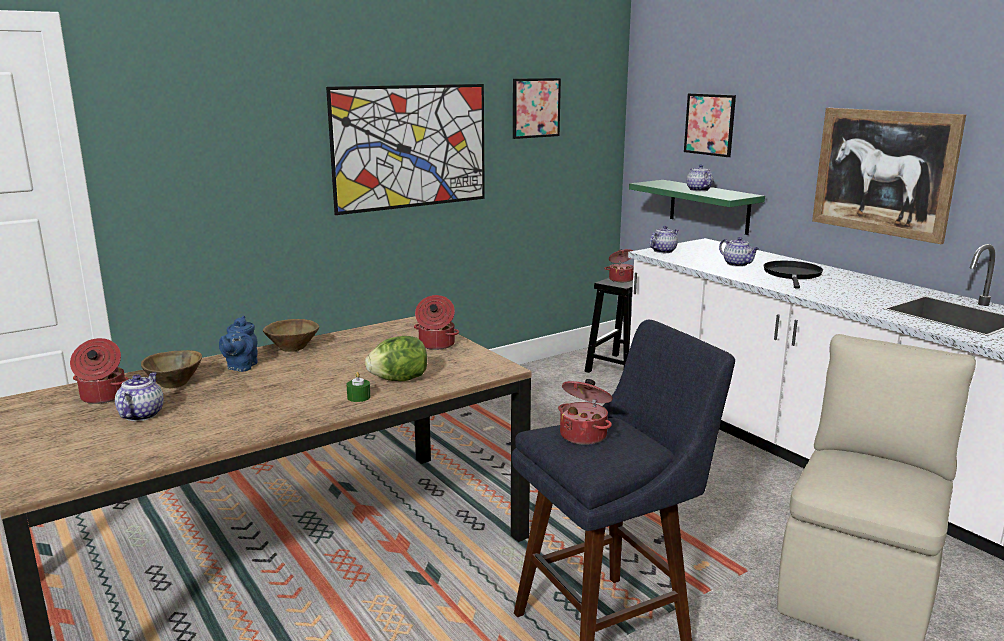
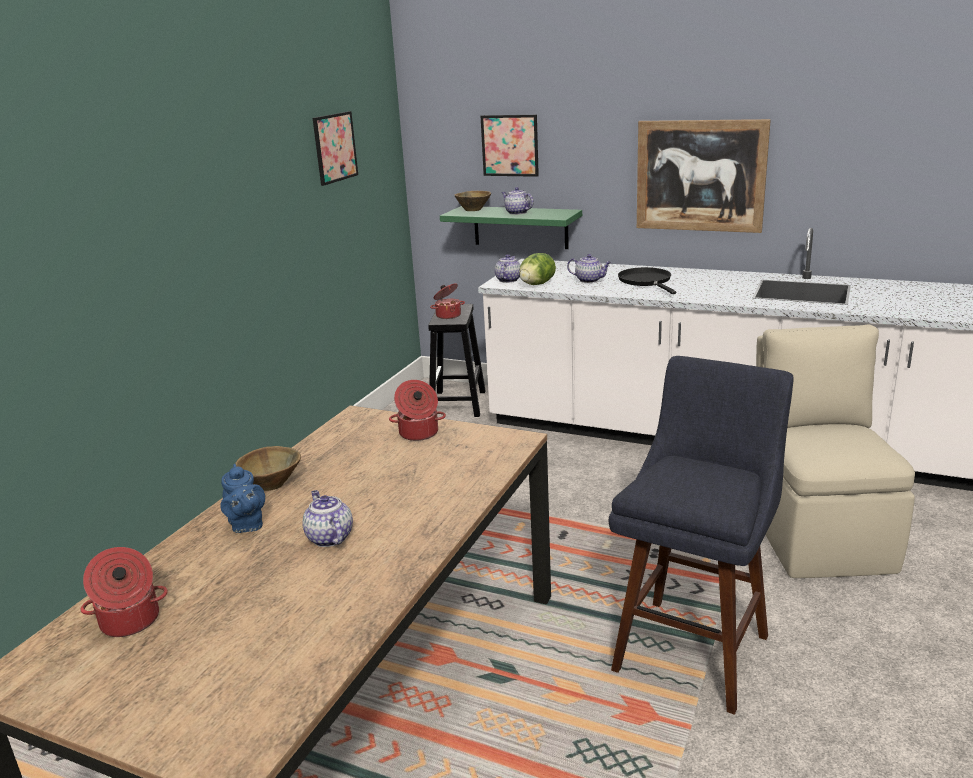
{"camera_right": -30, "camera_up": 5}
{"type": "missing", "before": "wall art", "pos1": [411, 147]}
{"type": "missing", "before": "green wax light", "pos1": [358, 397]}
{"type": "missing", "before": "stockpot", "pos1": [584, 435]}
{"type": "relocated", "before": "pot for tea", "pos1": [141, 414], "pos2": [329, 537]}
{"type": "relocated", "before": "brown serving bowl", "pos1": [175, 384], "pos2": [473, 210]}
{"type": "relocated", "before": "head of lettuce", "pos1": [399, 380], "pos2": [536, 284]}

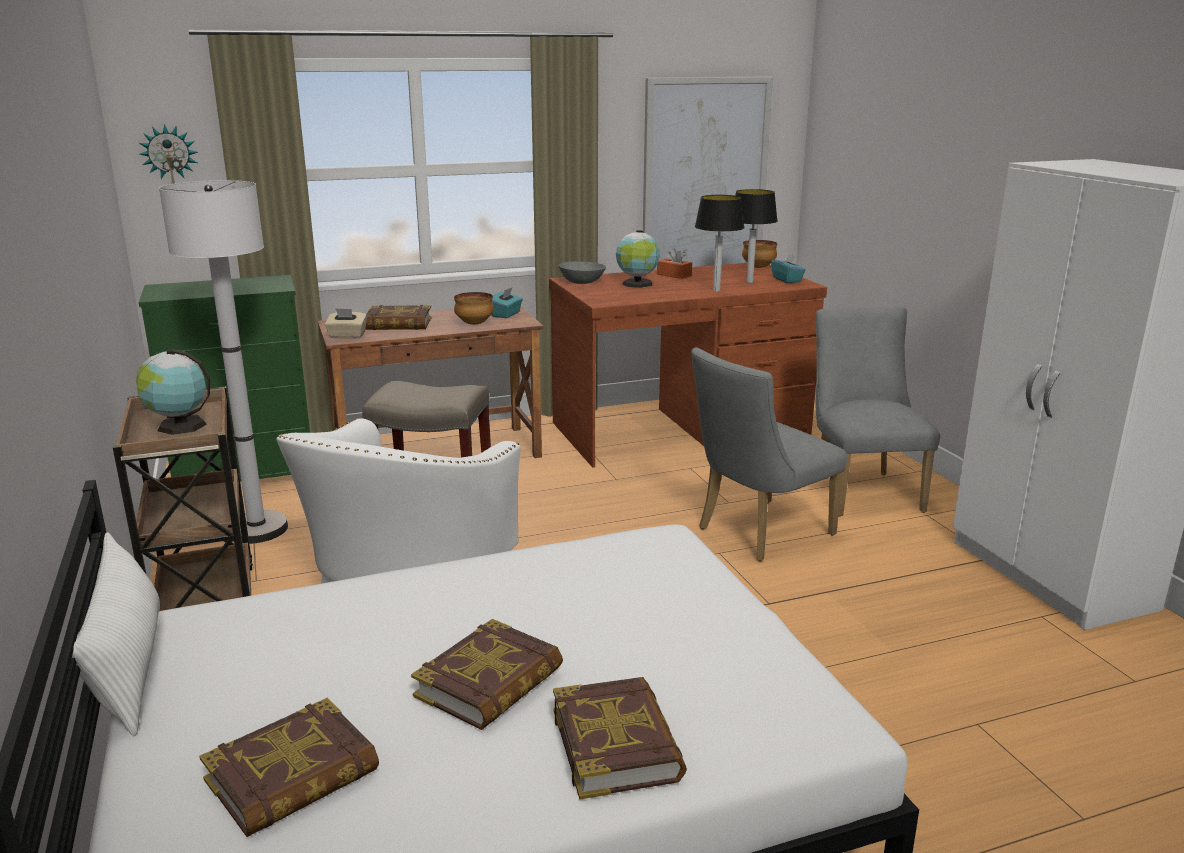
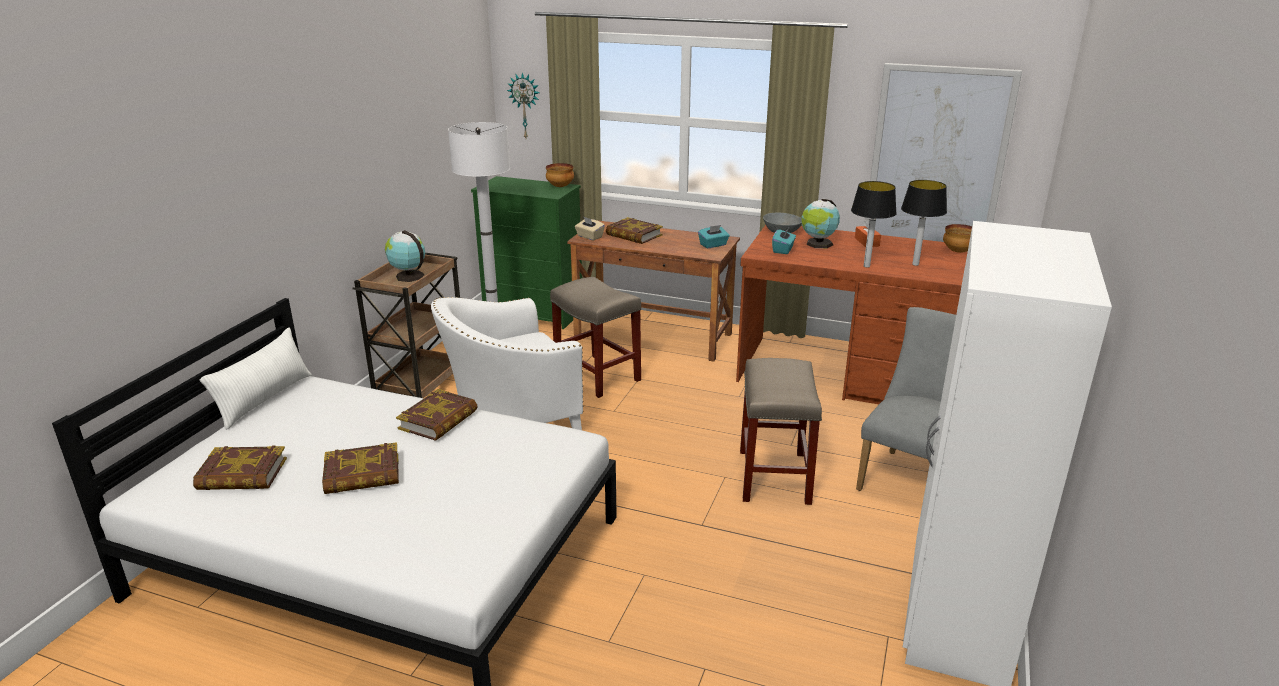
{"camera_right": 40, "camera_up": 5}
{"type": "relocated", "before": "serving bowl", "pos1": [474, 324], "pos2": [560, 186]}
{"type": "relocated", "before": "volume", "pos1": [617, 744], "pos2": [438, 420]}
{"type": "relocated", "before": "blue-green tissue box", "pos1": [787, 280], "pos2": [783, 250]}
{"type": "exchanged", "before": "greyish plain chair", "after": "beige stool seat", "pos1": [757, 533], "pos2": [773, 475]}

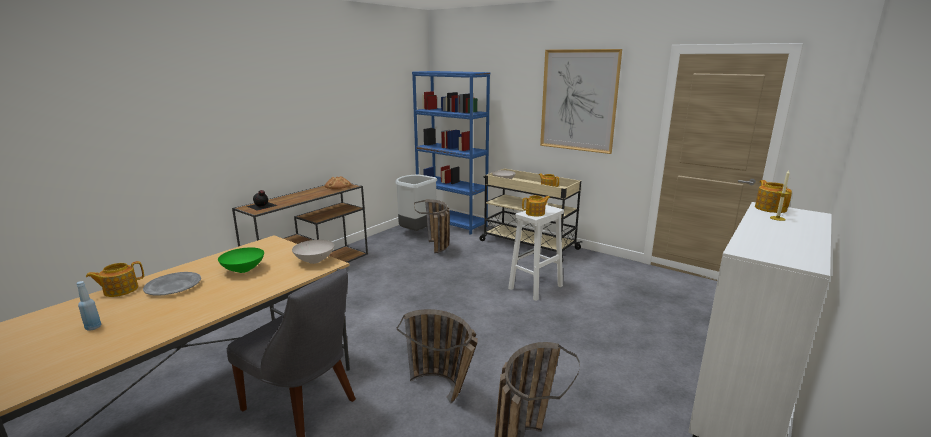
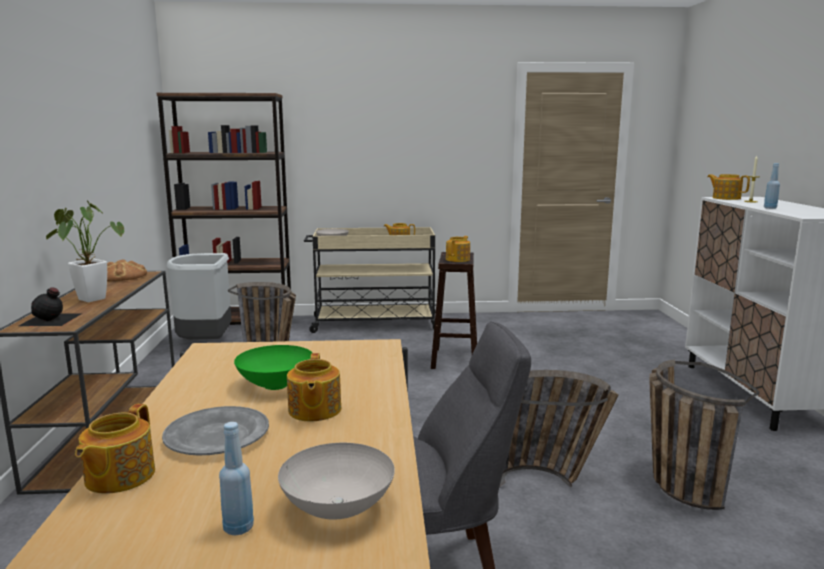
{"camera_right": -40, "camera_up": -5}
{"type": "missing", "before": "wall art", "pos1": [578, 100]}
{"type": "appeared", "after": "houseplant", "pos2": [89, 298]}
{"type": "appeared", "after": "pot for tea", "pos2": [314, 410]}
{"type": "appeared", "after": "bluish drink bottle", "pos2": [770, 208]}
{"type": "relocated", "before": "white serving bowl", "pos1": [315, 260], "pos2": [337, 508]}
{"type": "colour", "before": "bluish bookcase", "after": "brown bookcase", "pos1": [452, 223], "pos2": [238, 324]}
{"type": "colour", "before": "white stool seat", "after": "brown stool seat", "pos1": [535, 287], "pos2": [455, 359]}

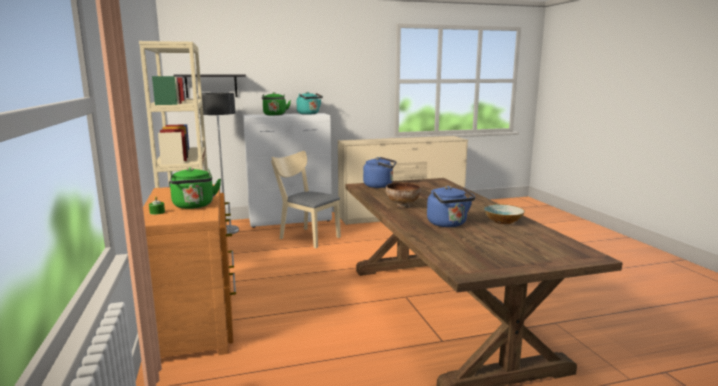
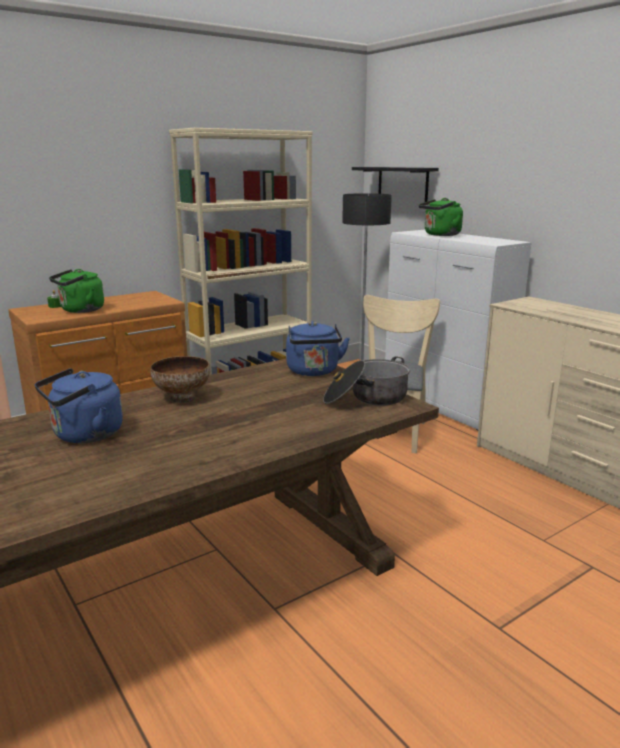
{"camera_right": 70, "camera_up": 5}
{"type": "missing", "before": "blue-green tea kettle", "pos1": [309, 114]}
{"type": "missing", "before": "serving bowl", "pos1": [503, 221]}
{"type": "appeared", "after": "stockpot", "pos2": [366, 398]}

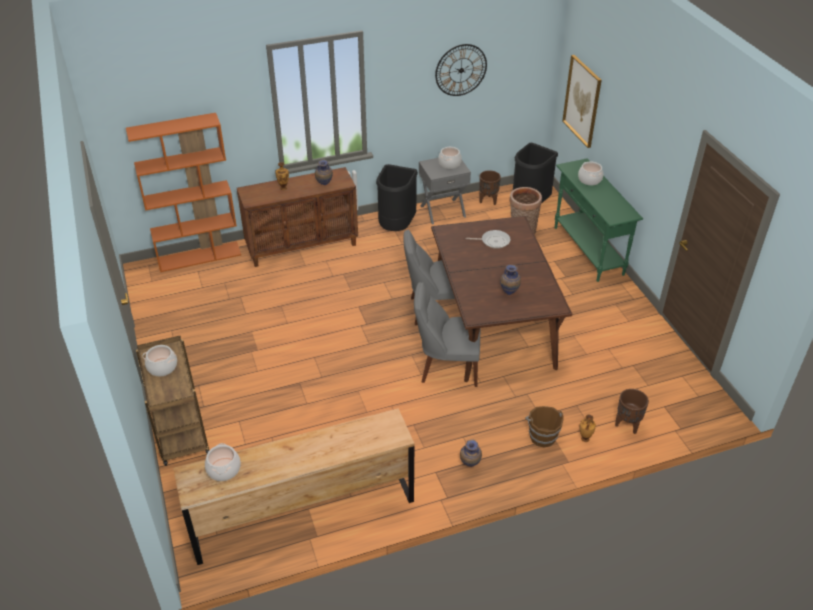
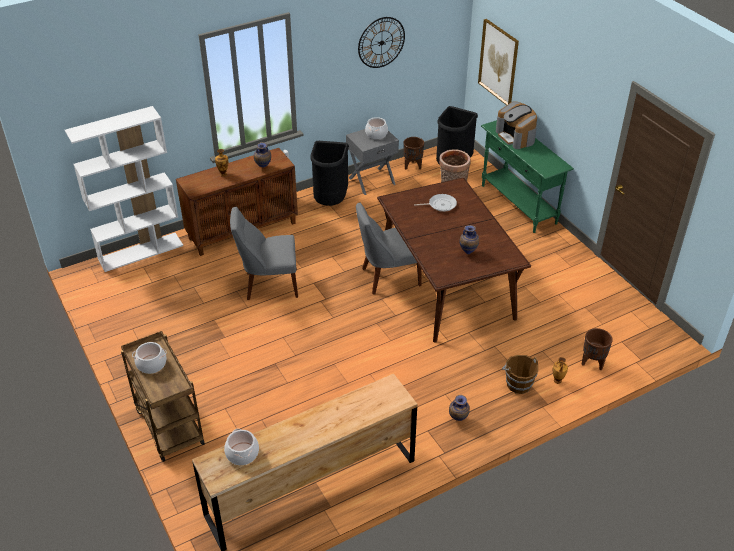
{"camera_right": -10, "camera_up": 0}
{"type": "relocated", "before": "greyish plain chair", "pos1": [446, 367], "pos2": [269, 284]}
{"type": "exchanged", "before": "stockpot", "after": "coffee brewer", "pos1": [590, 180], "pos2": [516, 137]}
{"type": "colour", "before": "orangey bookcase", "after": "white bookcase", "pos1": [199, 256], "pos2": [141, 252]}

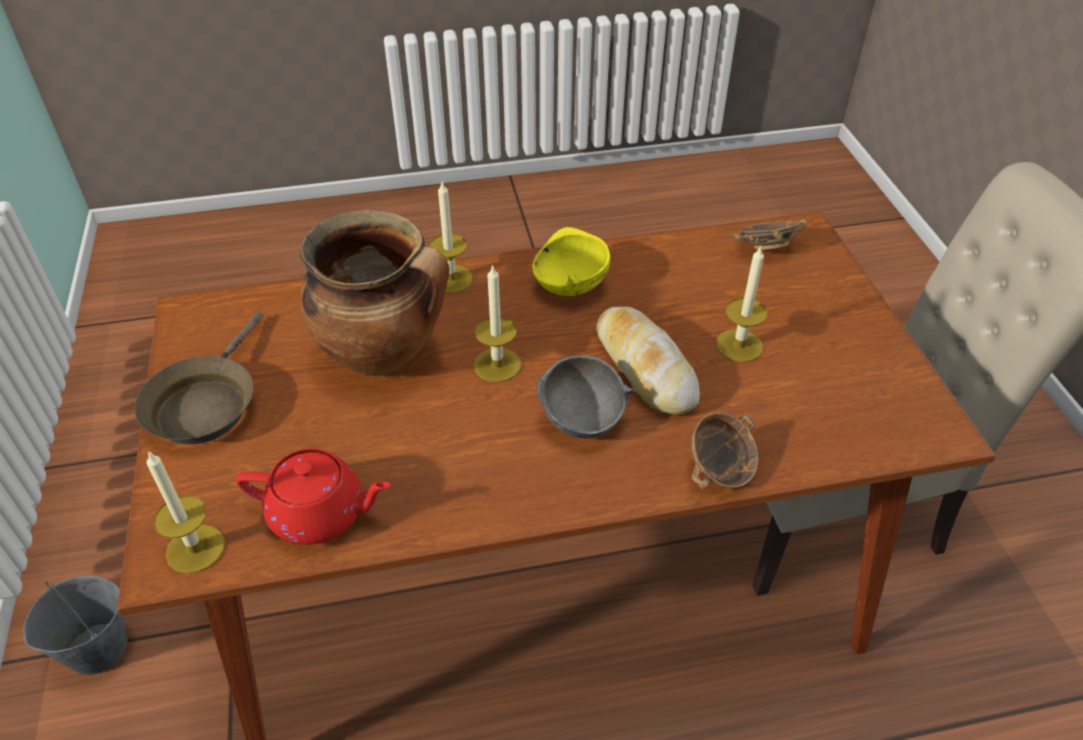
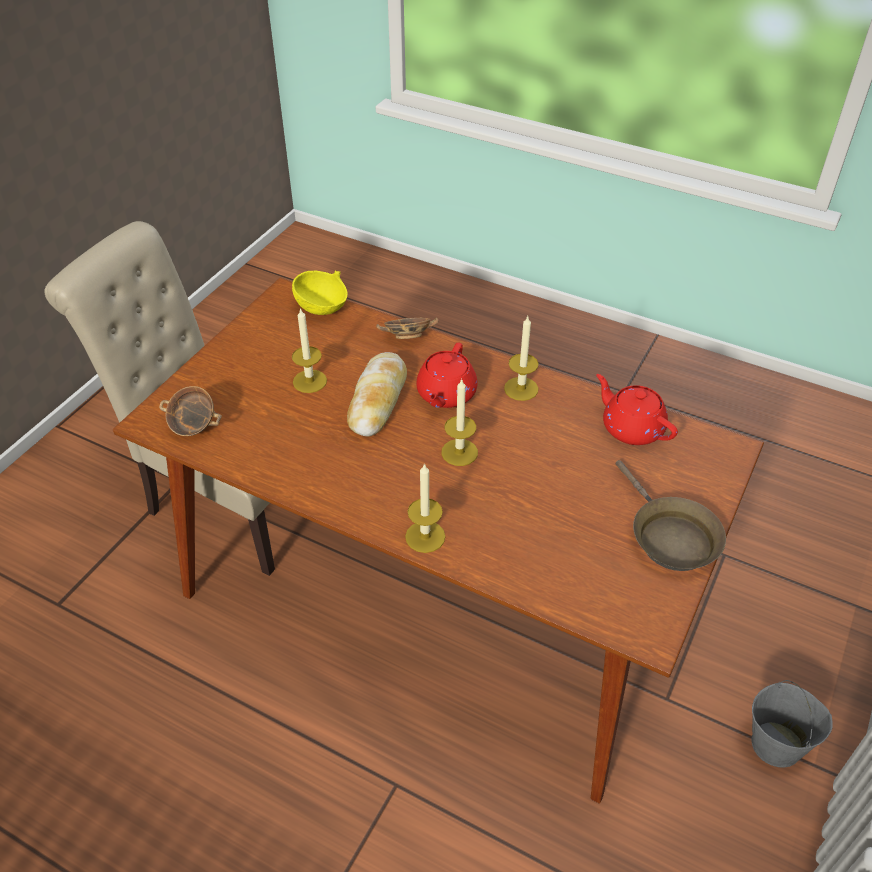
{"camera_right": -140, "camera_up": 0}
{"type": "missing", "before": "stockpot", "pos1": [384, 354]}
{"type": "relocated", "before": "wax light", "pos1": [195, 549], "pos2": [521, 389]}
{"type": "relocated", "before": "yellowish serving bowl", "pos1": [569, 285], "pos2": [322, 308]}
{"type": "exchanged", "before": "greyish serving bowl", "after": "red pot for tea", "pos1": [582, 419], "pos2": [446, 394]}
{"type": "spun", "before": "brown pan", "pos1": [205, 404], "pos2": [669, 537], "turn": 105}

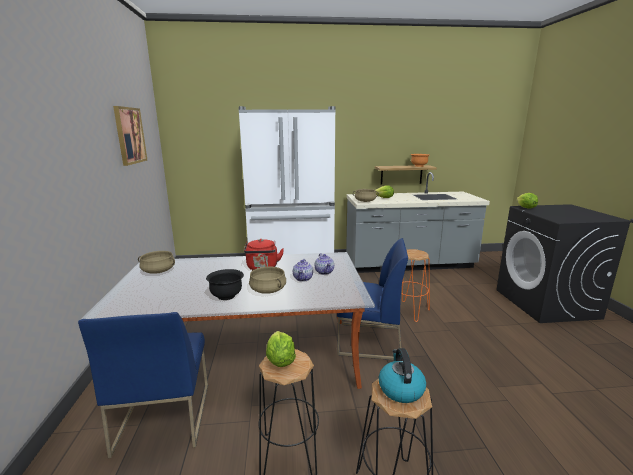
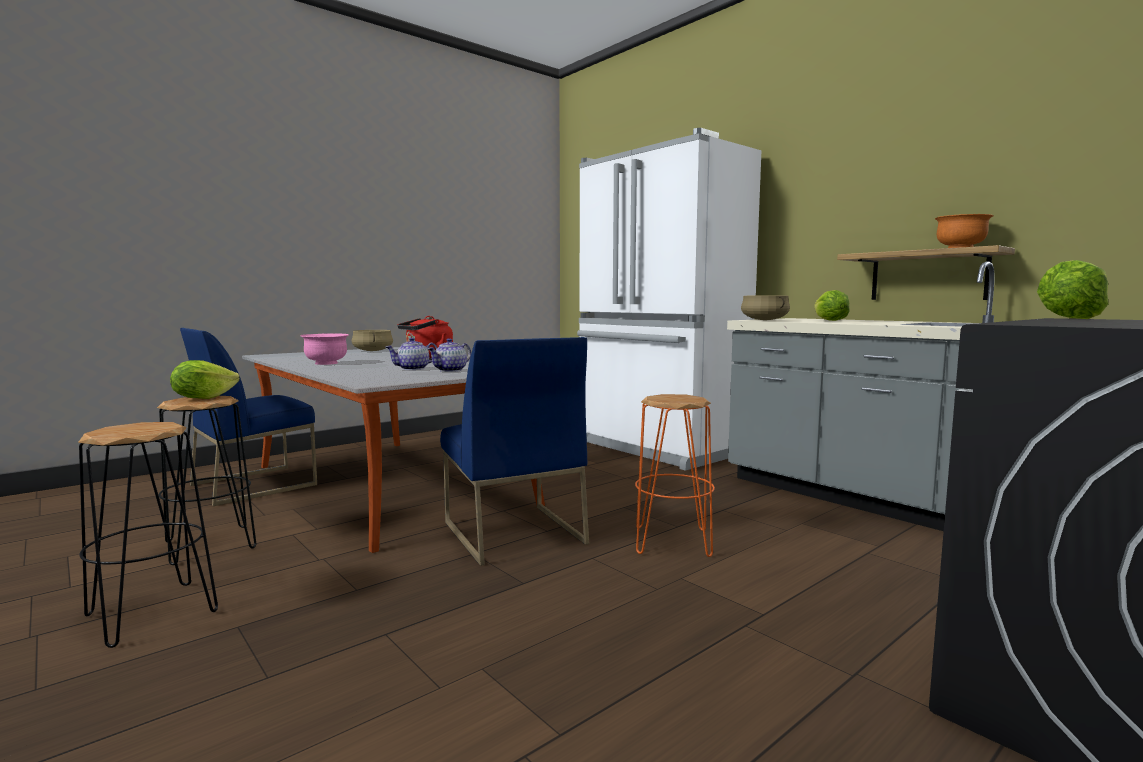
{"camera_right": 55, "camera_up": -10}
{"type": "missing", "before": "wall art", "pos1": [129, 135]}
{"type": "missing", "before": "beige stockpot", "pos1": [267, 290]}
{"type": "missing", "before": "tea kettle", "pos1": [400, 389]}
{"type": "colour", "before": "black serving bowl", "after": "pink-coloured serving bowl", "pos1": [226, 296], "pos2": [326, 363]}

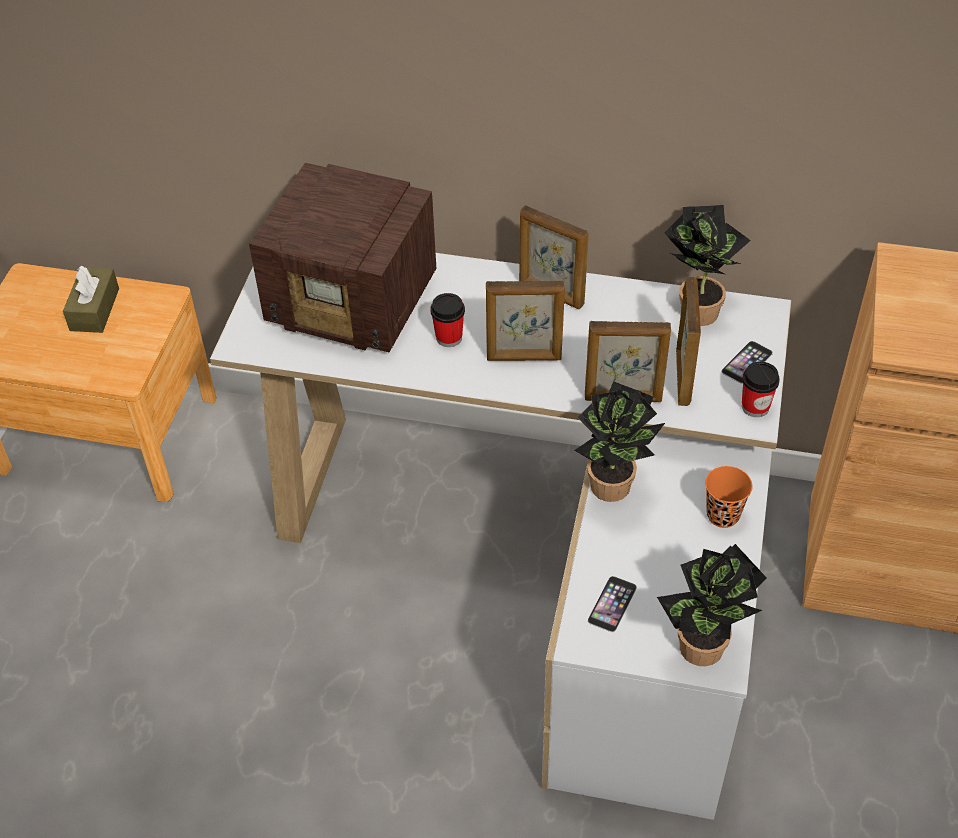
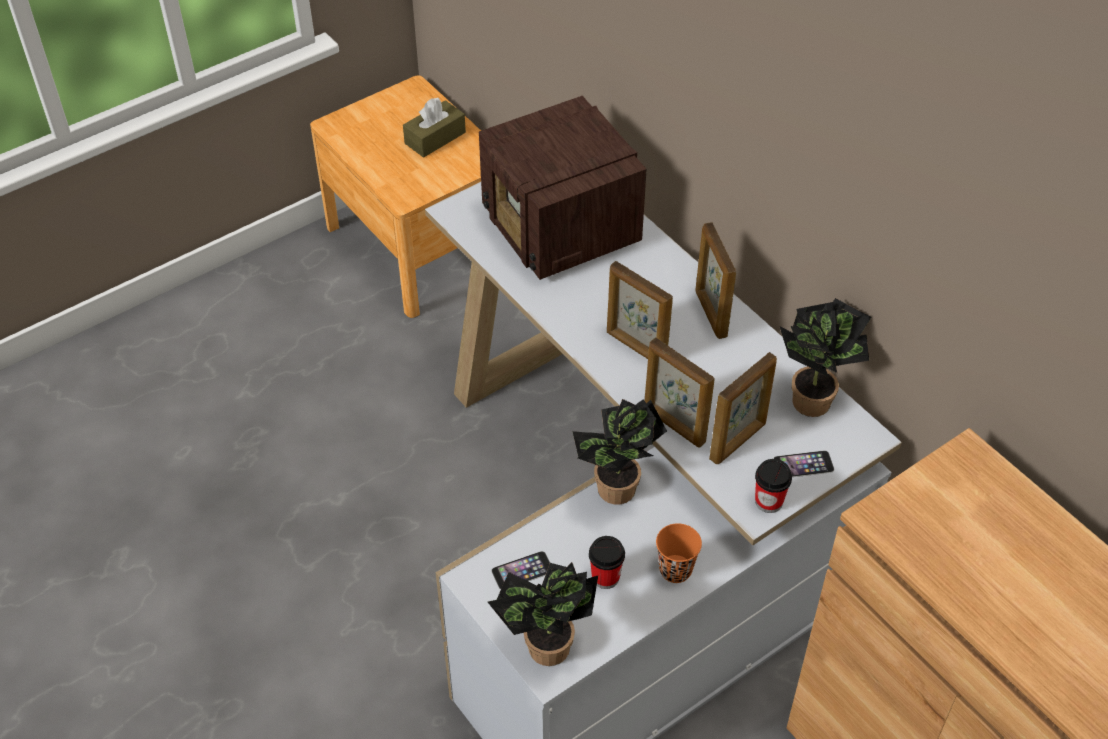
{"camera_right": 40, "camera_up": 0}
{"type": "relocated", "before": "drinking cup", "pos1": [449, 337], "pos2": [605, 577]}

